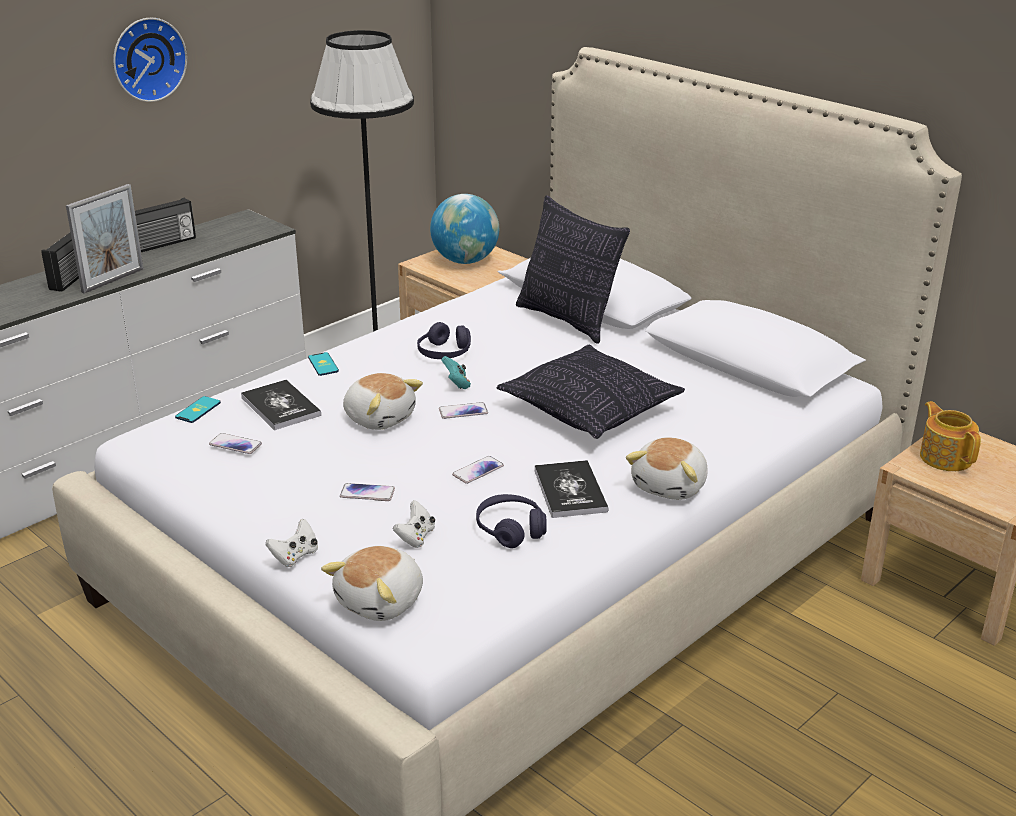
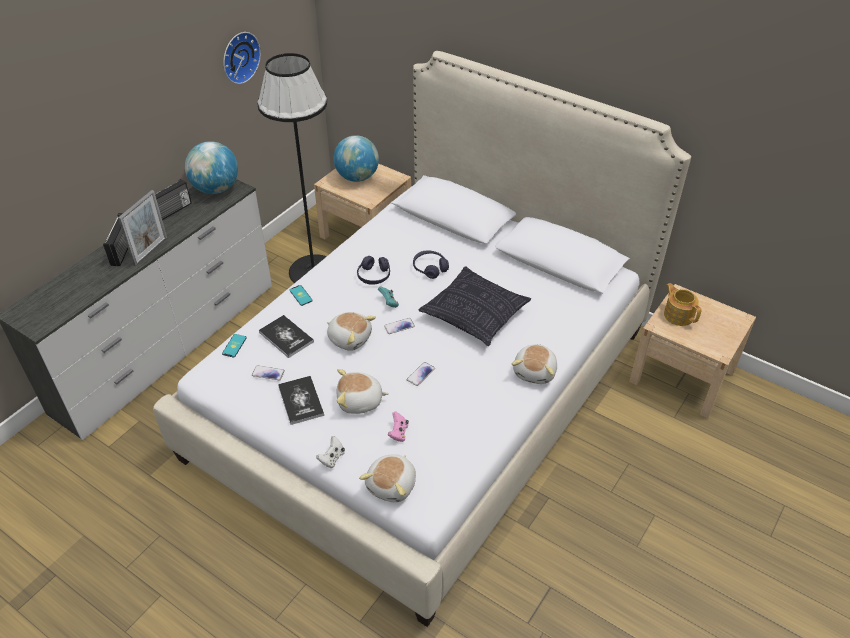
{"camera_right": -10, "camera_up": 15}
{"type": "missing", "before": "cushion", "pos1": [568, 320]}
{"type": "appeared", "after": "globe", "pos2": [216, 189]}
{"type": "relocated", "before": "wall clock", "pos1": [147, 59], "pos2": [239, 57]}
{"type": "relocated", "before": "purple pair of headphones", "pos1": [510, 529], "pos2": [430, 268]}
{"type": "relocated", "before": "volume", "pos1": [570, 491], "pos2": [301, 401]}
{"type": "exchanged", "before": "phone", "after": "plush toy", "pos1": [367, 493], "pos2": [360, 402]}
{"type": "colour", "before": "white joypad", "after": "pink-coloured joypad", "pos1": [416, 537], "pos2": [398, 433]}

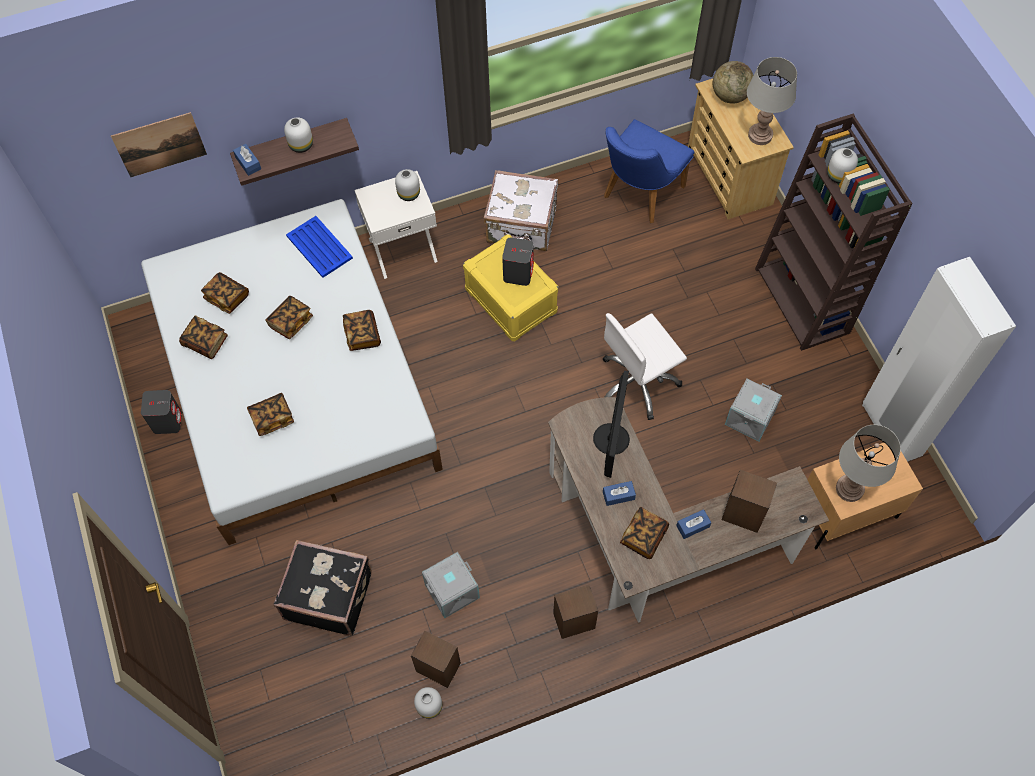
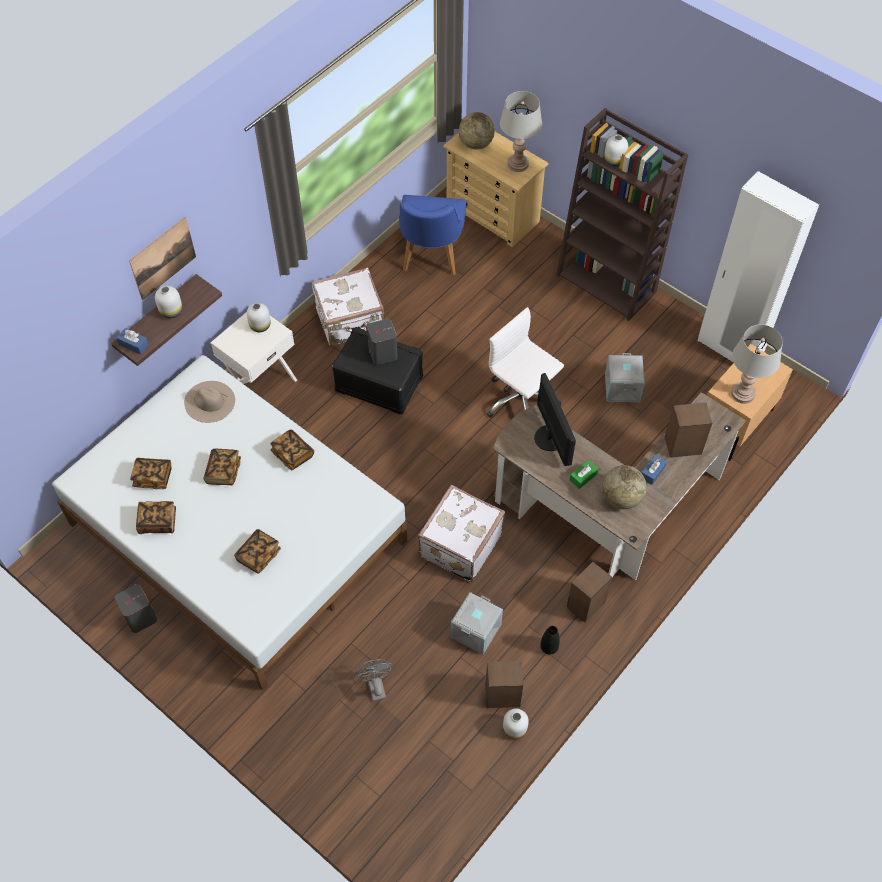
{"camera_right": -30, "camera_up": -5}
{"type": "appeared", "after": "white suitcase", "pos2": [459, 545]}
{"type": "appeared", "after": "black decorative vase", "pos2": [549, 647]}
{"type": "relocated", "before": "wall art", "pos1": [160, 144], "pos2": [163, 258]}
{"type": "exchanged", "before": "black suitcase", "after": "greyish electric fan", "pos1": [328, 594], "pos2": [375, 686]}
{"type": "exchanged", "before": "bluish serving tray", "after": "beige hat", "pos1": [319, 247], "pos2": [209, 401]}
{"type": "exchanged", "before": "volume", "after": "globe", "pos1": [643, 537], "pos2": [621, 498]}
{"type": "colour", "before": "yellowish storage bin", "after": "black storage bin", "pos1": [510, 300], "pos2": [378, 384]}
{"type": "colour", "before": "bluish tissue box", "after": "green tissue box", "pos1": [618, 495], "pos2": [583, 477]}
{"type": "spun", "before": "white office chair", "pos1": [638, 383], "pos2": [521, 401], "turn": 105}

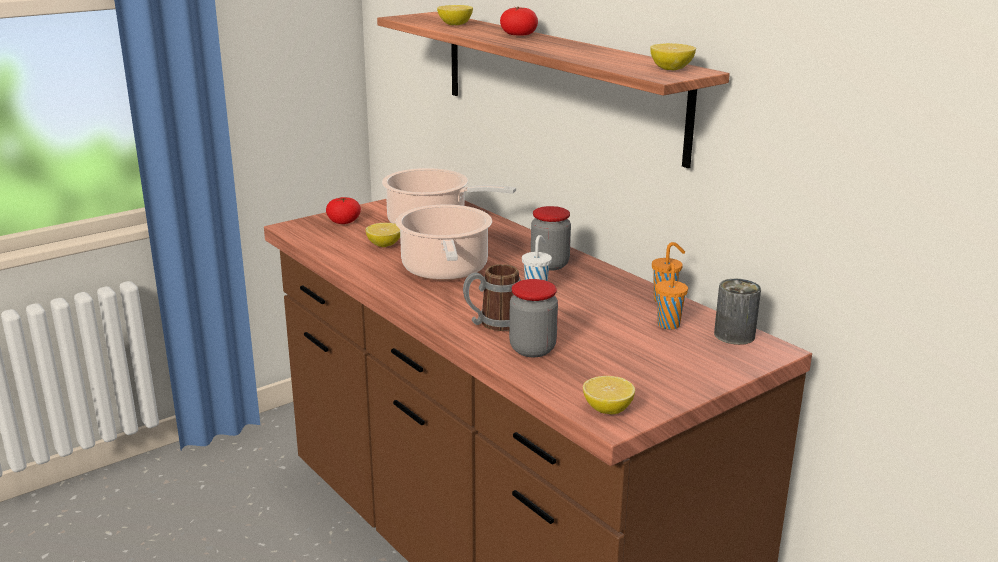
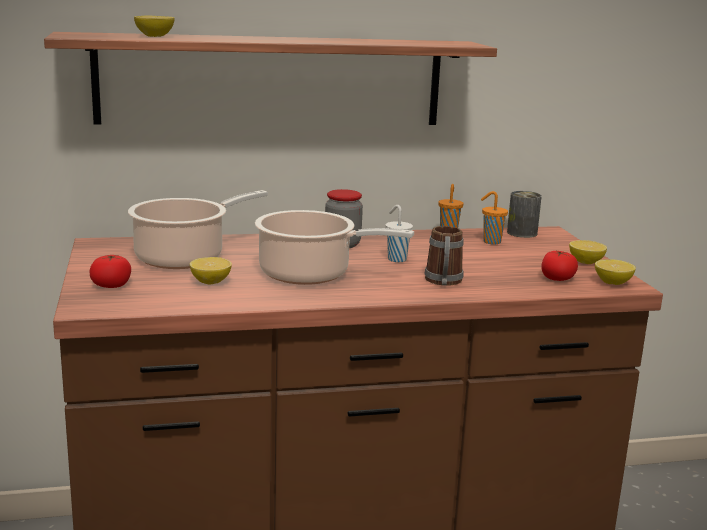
{"camera_right": -65, "camera_up": -5}
{"type": "missing", "before": "storage jar", "pos1": [532, 349]}
{"type": "relocated", "before": "tomato", "pos1": [518, 35], "pos2": [557, 278]}
{"type": "relocated", "before": "citrus fruit", "pos1": [671, 69], "pos2": [586, 262]}

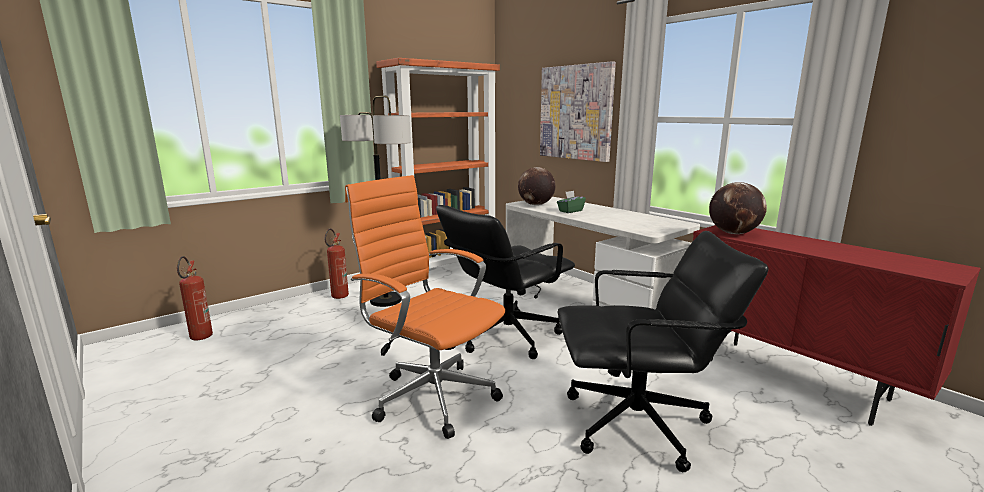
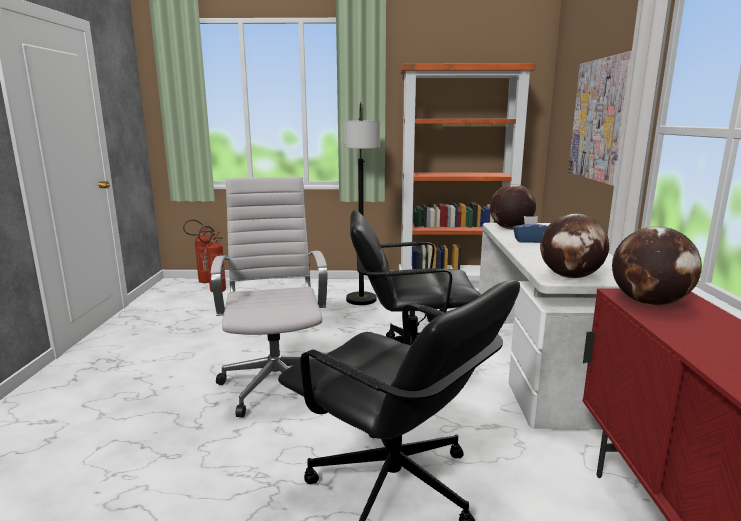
{"camera_right": 40, "camera_up": 0}
{"type": "appeared", "after": "globe", "pos2": [570, 276]}
{"type": "relocated", "before": "extinguisher", "pos1": [338, 297], "pos2": [202, 282]}
{"type": "colour", "before": "orangey office chair", "after": "white office chair", "pos1": [431, 396], "pos2": [276, 383]}
{"type": "colour", "before": "green tissue box", "after": "bluish tissue box", "pos1": [570, 211], "pos2": [529, 240]}

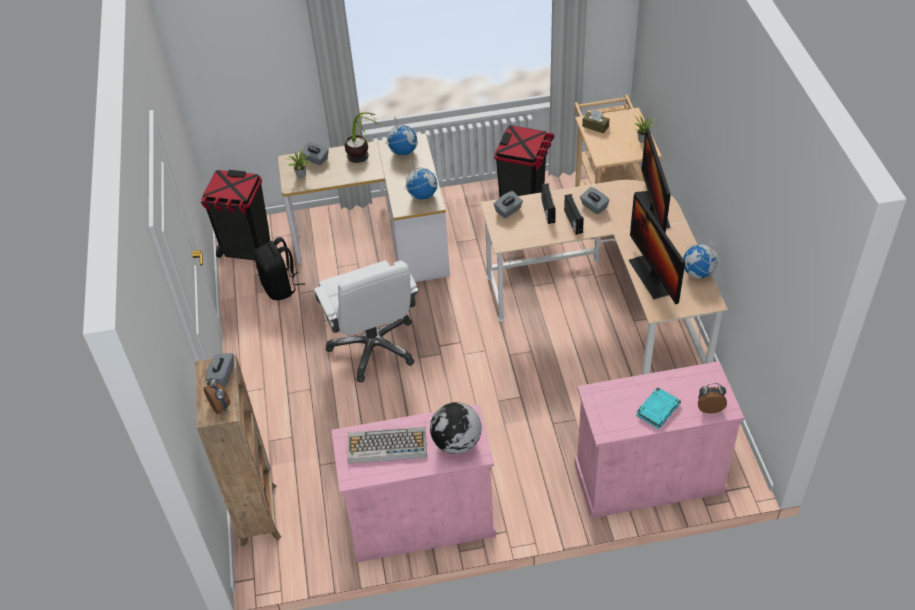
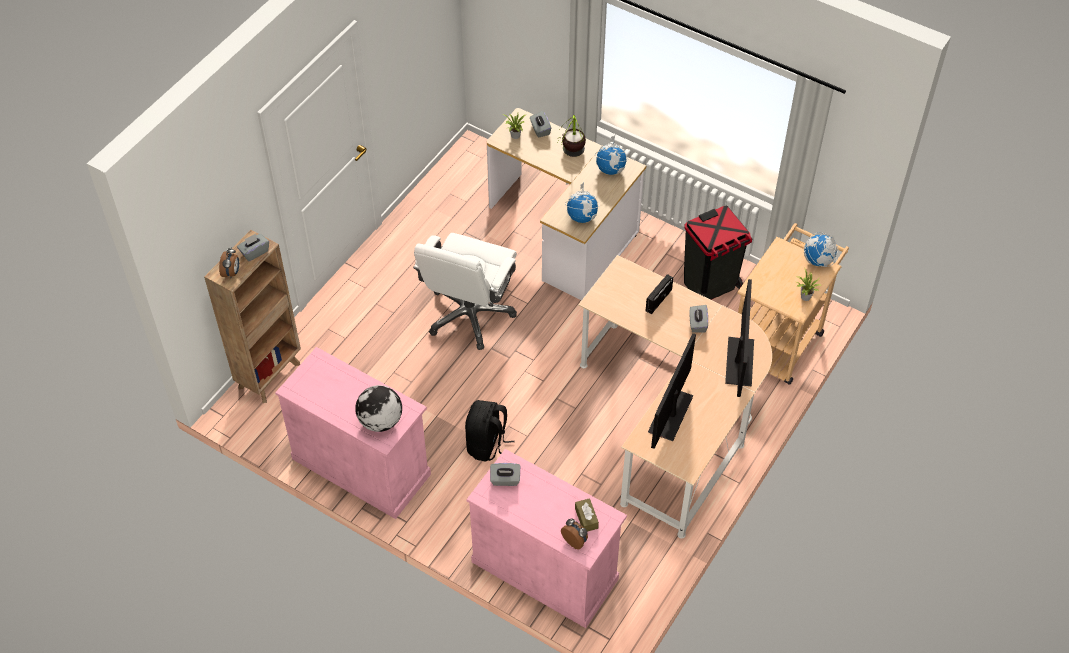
{"camera_right": 40, "camera_up": 5}
{"type": "missing", "before": "black waste bin", "pos1": [246, 249]}
{"type": "missing", "before": "computer keyboard", "pos1": [386, 446]}
{"type": "missing", "before": "radio", "pos1": [572, 221]}
{"type": "missing", "before": "blue-green volume", "pos1": [658, 409]}
{"type": "relocated", "before": "black knapsack", "pos1": [280, 287], "pos2": [487, 445]}
{"type": "relocated", "before": "greyish tissue box", "pos1": [508, 211], "pos2": [505, 480]}
{"type": "relocated", "before": "brown tissue box", "pos1": [595, 126], "pos2": [586, 518]}
{"type": "relocated", "before": "globe", "pos1": [698, 273], "pos2": [818, 261]}
{"type": "spun", "before": "computer screen", "pos1": [652, 210], "pos2": [739, 361], "turn": 150}

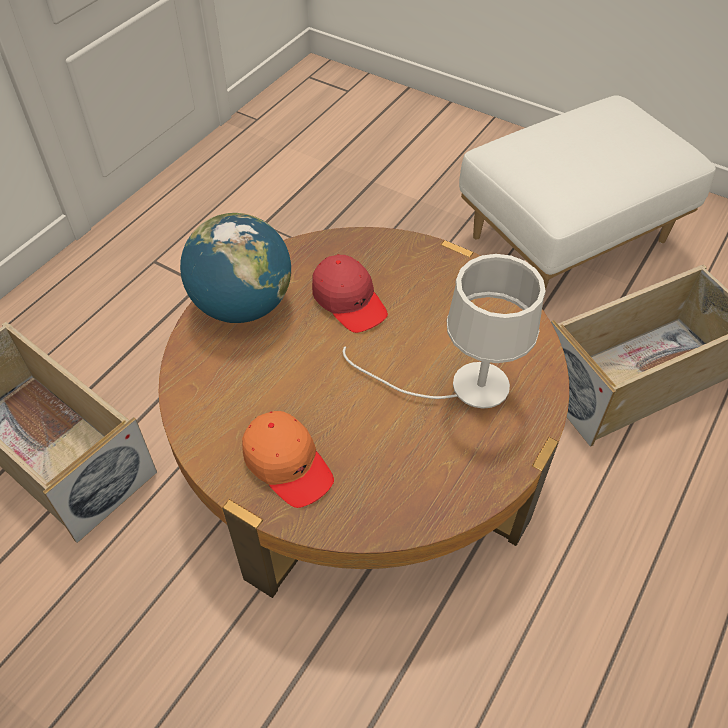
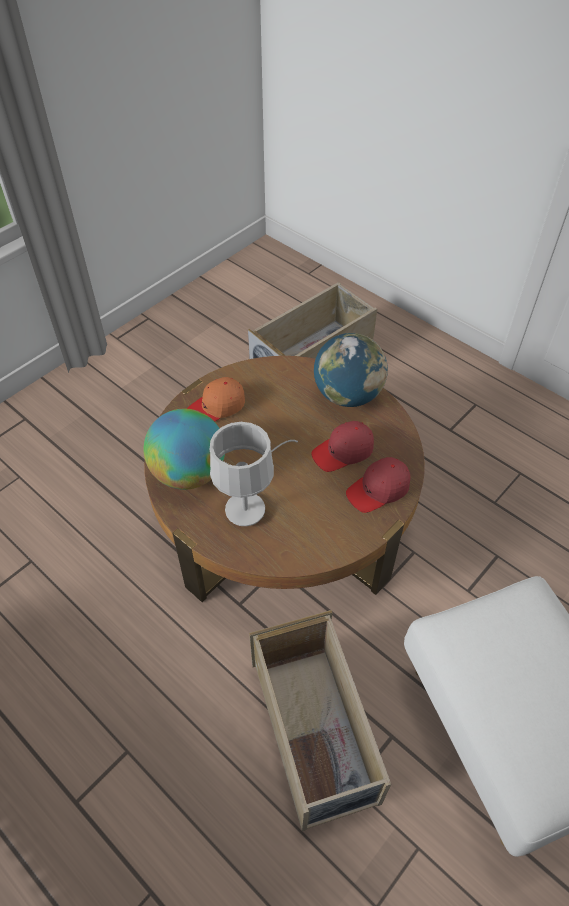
{"camera_right": 100, "camera_up": 0}
{"type": "appeared", "after": "globe", "pos2": [189, 473]}
{"type": "appeared", "after": "red baseball cap", "pos2": [378, 490]}

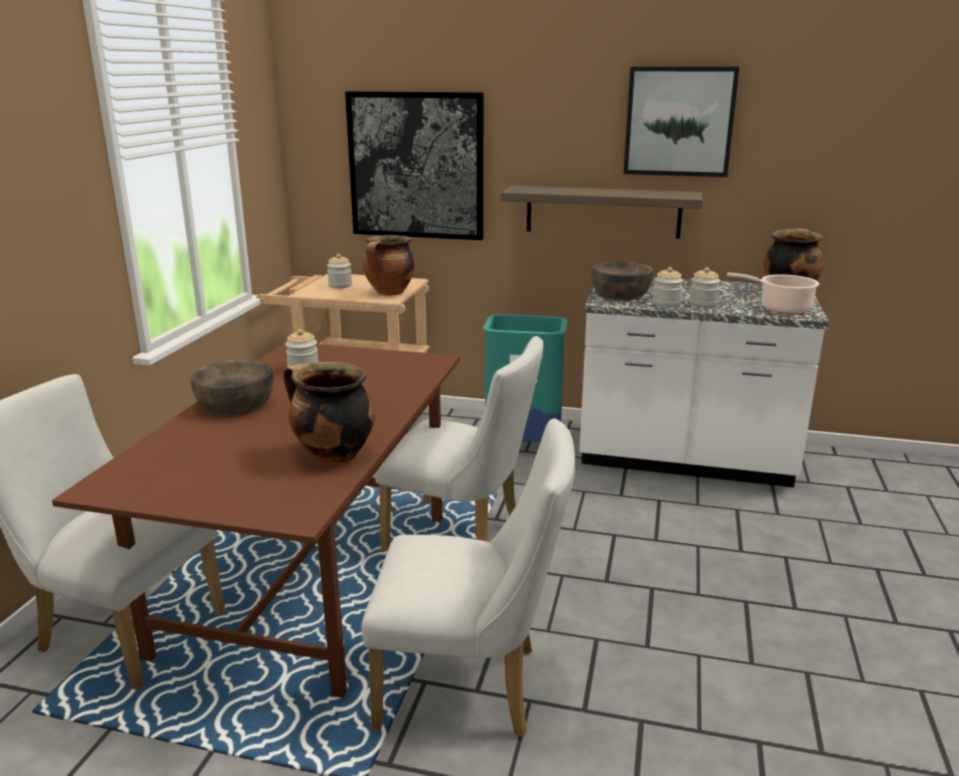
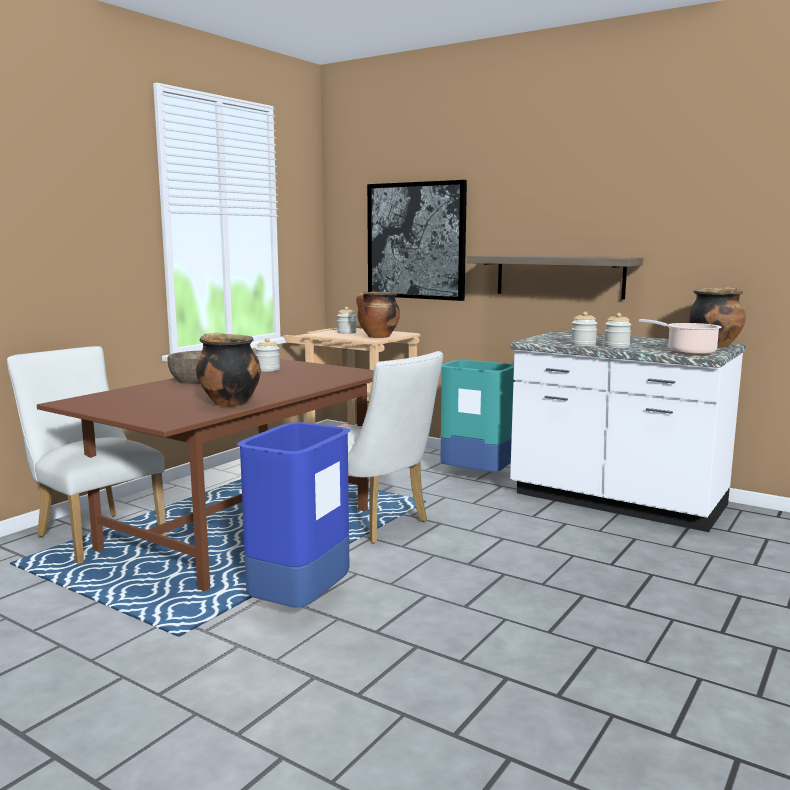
{"camera_right": 20, "camera_up": -10}
{"type": "missing", "before": "brown serving bowl", "pos1": [620, 294]}
{"type": "missing", "before": "wall art", "pos1": [679, 121]}
{"type": "exchanged", "before": "white plain chair", "after": "bluish waste bin", "pos1": [471, 688], "pos2": [301, 604]}

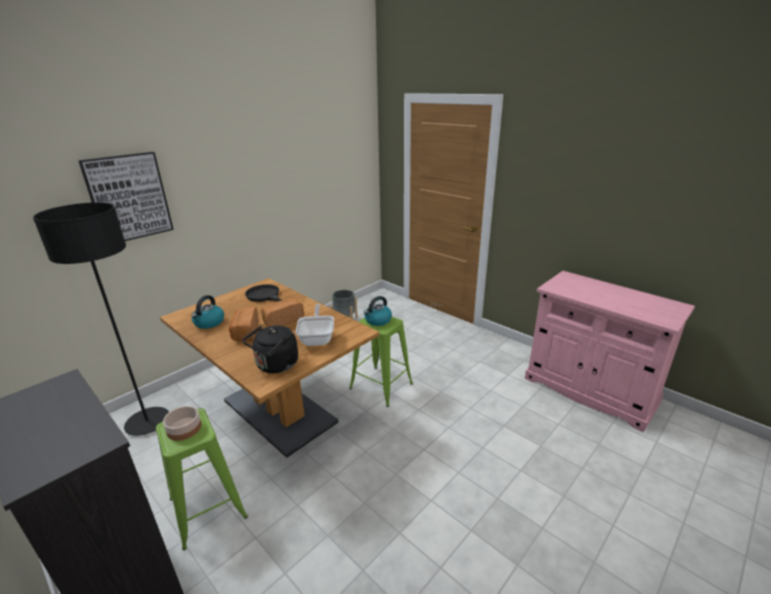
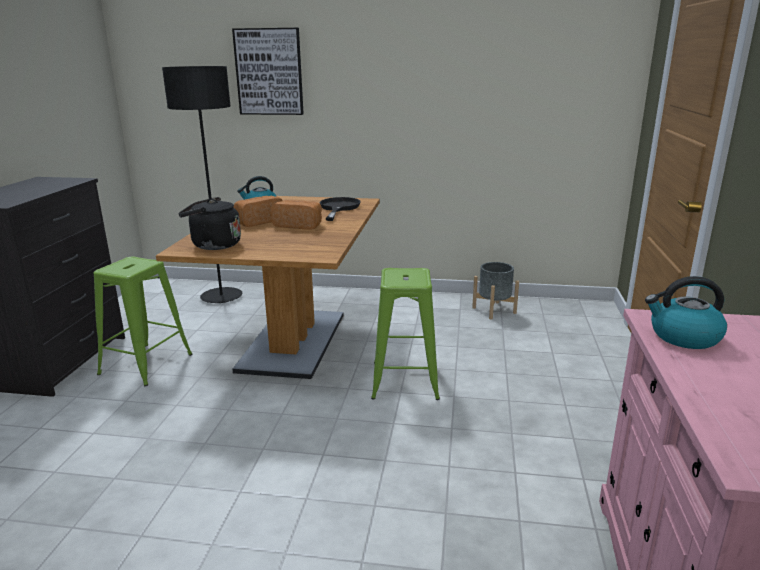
{"camera_right": 55, "camera_up": -5}
{"type": "missing", "before": "serving bowl", "pos1": [184, 428]}
{"type": "missing", "before": "pan", "pos1": [317, 338]}
{"type": "relocated", "before": "tea kettle", "pos1": [377, 320], "pos2": [683, 337]}

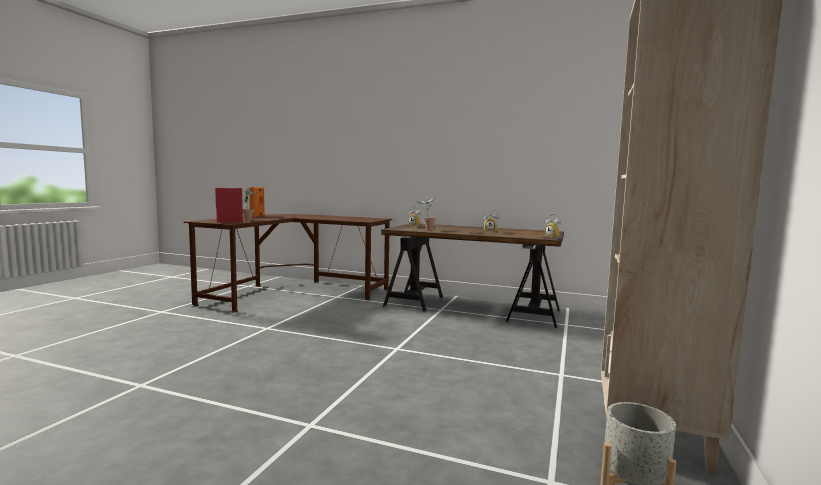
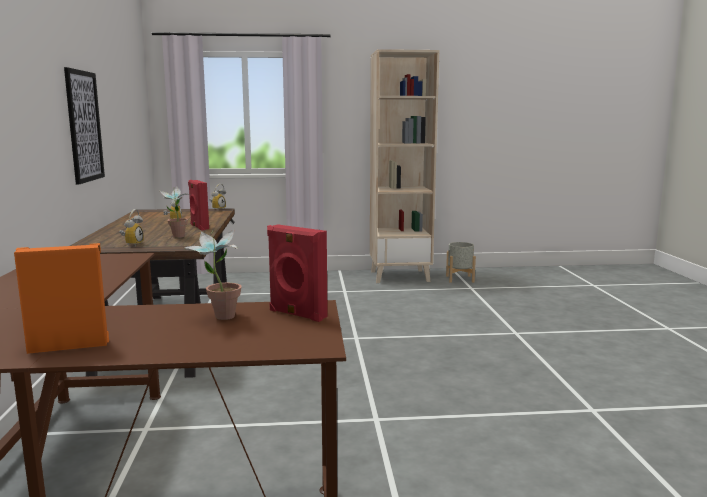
{"camera_right": -115, "camera_up": 5}
{"type": "appeared", "after": "wall art", "pos2": [84, 126]}
{"type": "appeared", "after": "red audio speaker", "pos2": [199, 227]}

